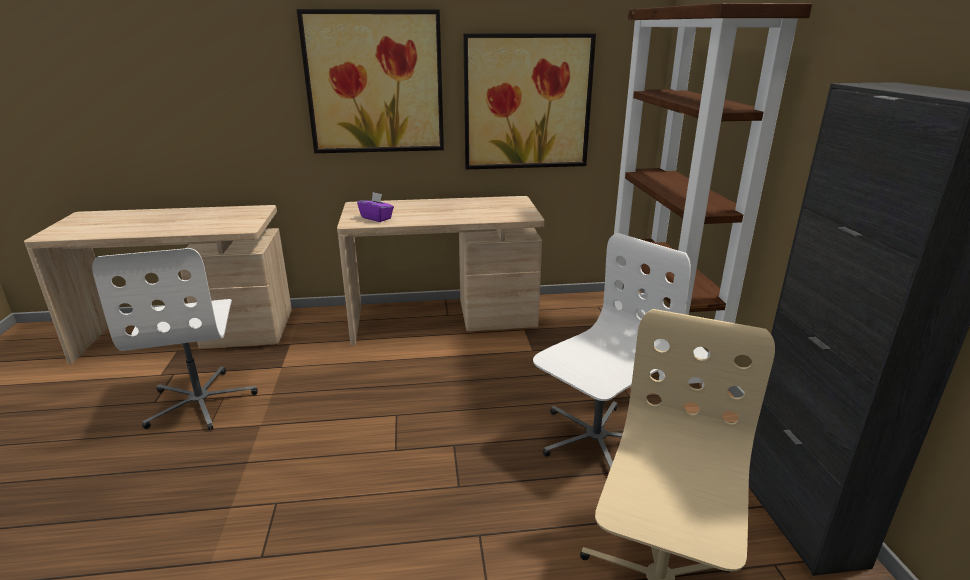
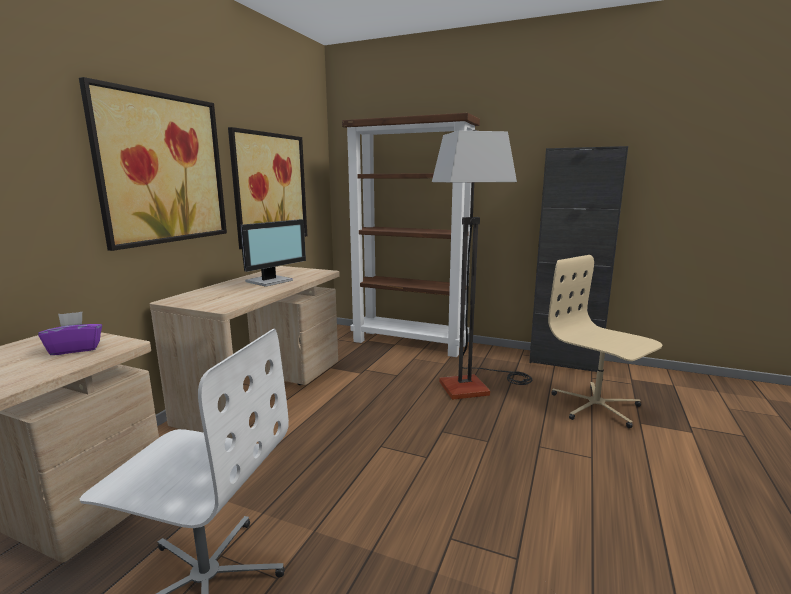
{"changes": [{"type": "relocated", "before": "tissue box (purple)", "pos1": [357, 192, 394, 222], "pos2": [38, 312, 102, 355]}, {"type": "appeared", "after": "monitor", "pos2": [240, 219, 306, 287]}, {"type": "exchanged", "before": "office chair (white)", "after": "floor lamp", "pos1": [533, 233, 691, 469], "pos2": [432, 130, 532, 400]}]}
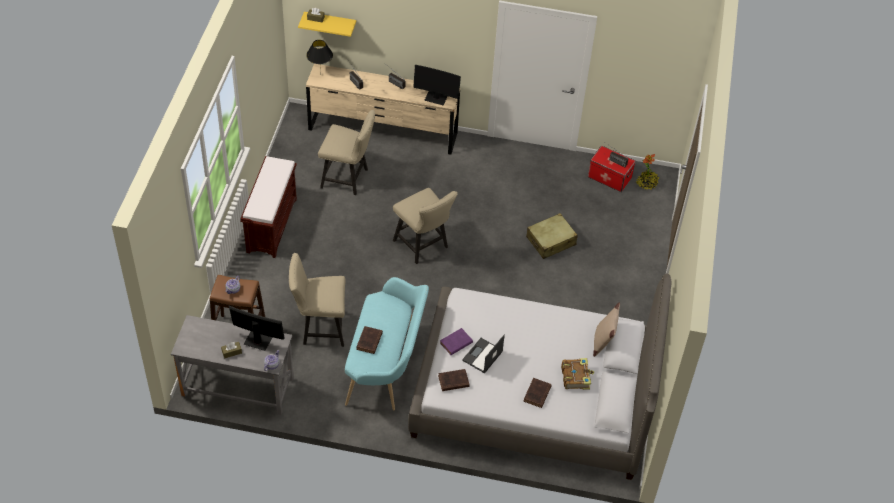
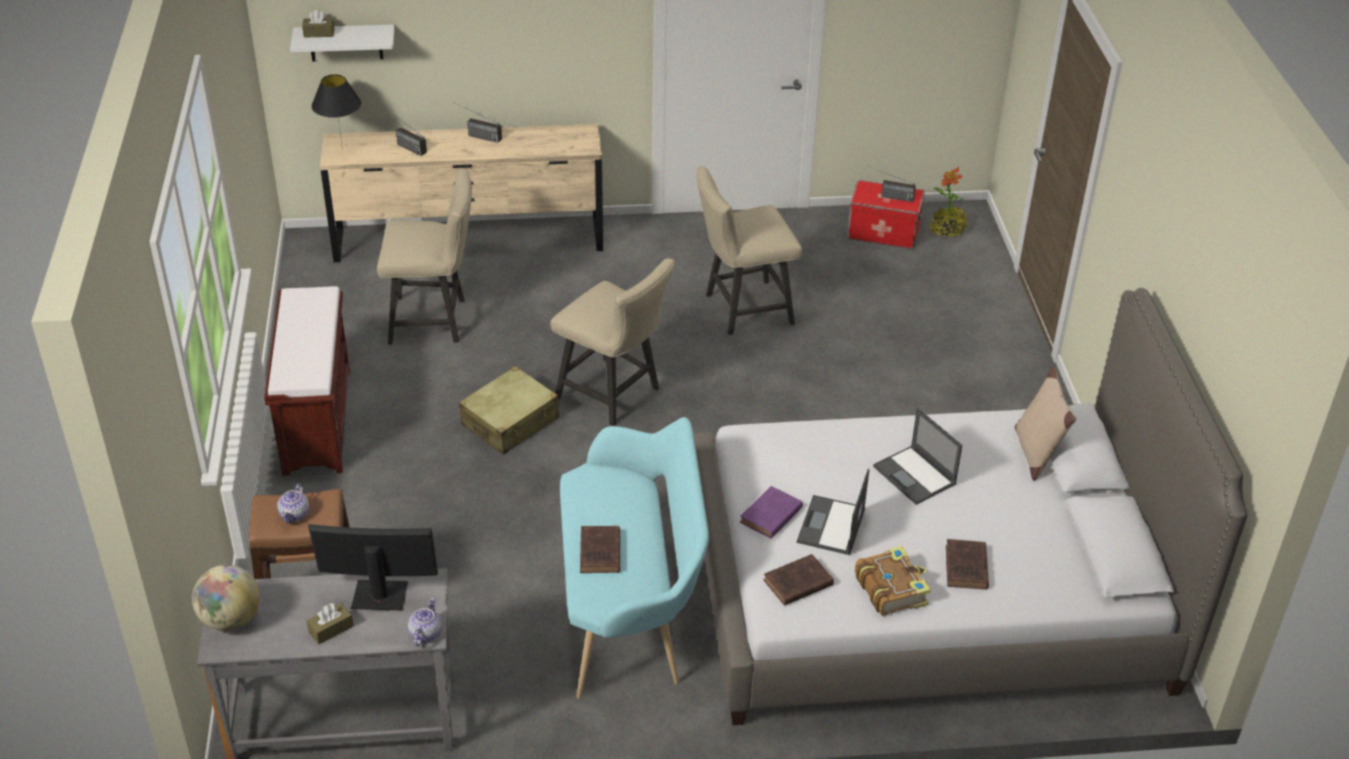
{"changes": [{"type": "appeared", "after": "globe", "pos2": [192, 565, 260, 631]}, {"type": "colour", "before": "shelf (yellow)", "after": "shelf (white)", "pos1": [298, 12, 356, 37], "pos2": [290, 24, 395, 62]}, {"type": "relocated", "before": "suitcase (beige)", "pos1": [526, 213, 578, 259], "pos2": [459, 366, 559, 455]}, {"type": "relocated", "before": "chair (beige)", "pos1": [289, 253, 346, 347], "pos2": [696, 166, 802, 335]}, {"type": "relocated", "before": "book", "pos1": [561, 358, 594, 390], "pos2": [855, 546, 931, 616]}, {"type": "appeared", "after": "laptop", "pos2": [873, 408, 962, 505]}, {"type": "missing", "before": "monitor", "pos1": [413, 65, 461, 105]}]}
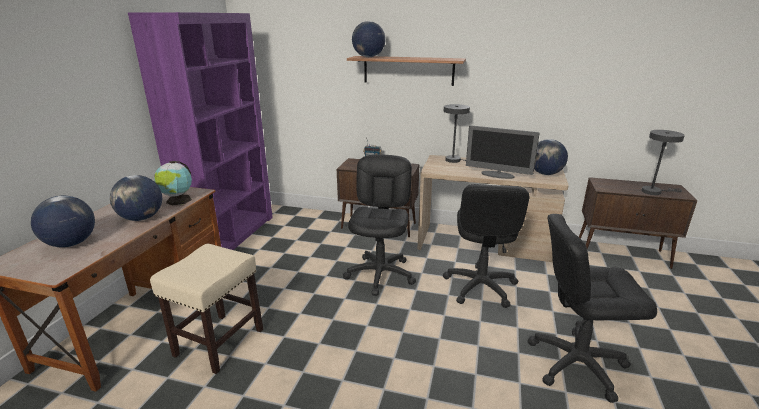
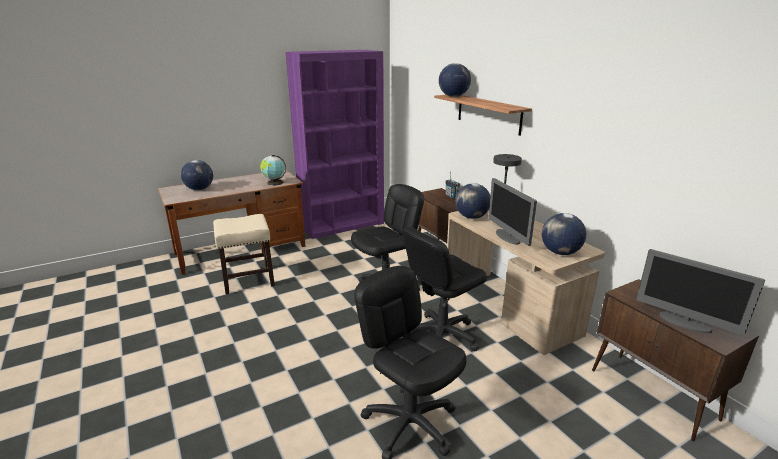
{"changes": [{"type": "relocated", "before": "globe", "pos1": [110, 175, 162, 221], "pos2": [455, 183, 490, 219]}, {"type": "exchanged", "before": "table lamp (grey)", "after": "monitor", "pos1": [641, 130, 685, 195], "pos2": [636, 249, 765, 336]}]}
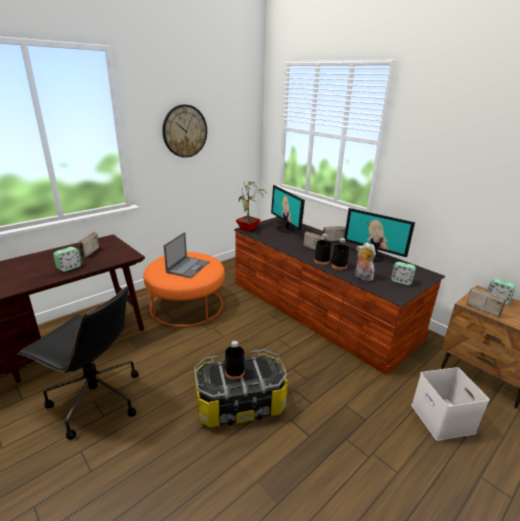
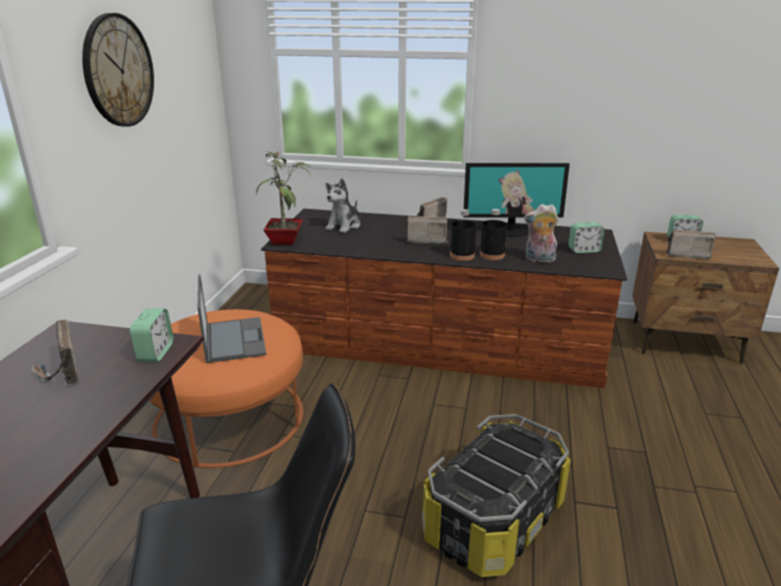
{"changes": [{"type": "relocated", "before": "alarm clock", "pos1": [53, 247, 82, 272], "pos2": [130, 308, 173, 362]}, {"type": "exchanged", "before": "monitor", "after": "plush toy", "pos1": [271, 185, 305, 233], "pos2": [325, 178, 360, 233]}, {"type": "missing", "before": "bottle (black)", "pos1": [225, 341, 244, 380]}, {"type": "missing", "before": "storage box (white)", "pos1": [411, 367, 490, 441]}]}
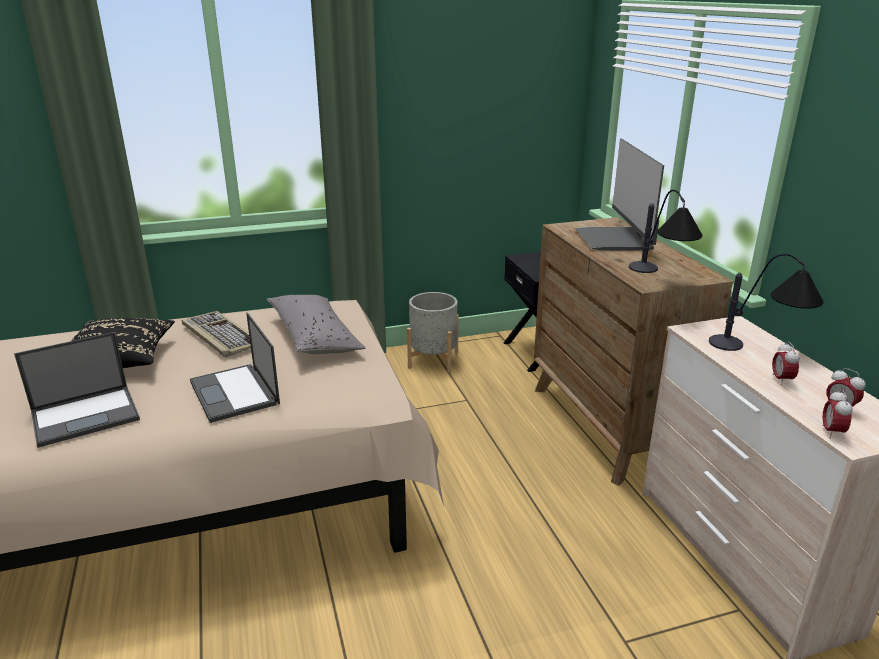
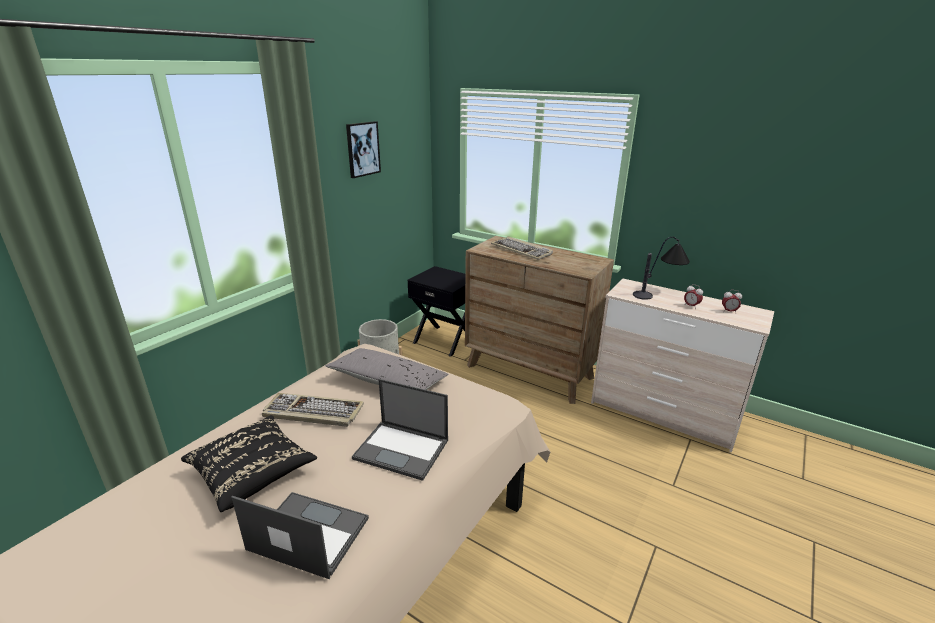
{"changes": [{"type": "spun", "before": "laptop", "pos1": [14, 332, 140, 448], "pos2": [231, 492, 369, 579], "turn": -90}, {"type": "appeared", "after": "picture", "pos2": [346, 121, 381, 178]}, {"type": "exchanged", "before": "monitor", "after": "keyboard", "pos1": [575, 138, 664, 251], "pos2": [491, 236, 553, 260]}, {"type": "missing", "before": "table lamp", "pos1": [629, 190, 702, 273]}, {"type": "missing", "before": "alarm clock", "pos1": [823, 390, 853, 439]}]}
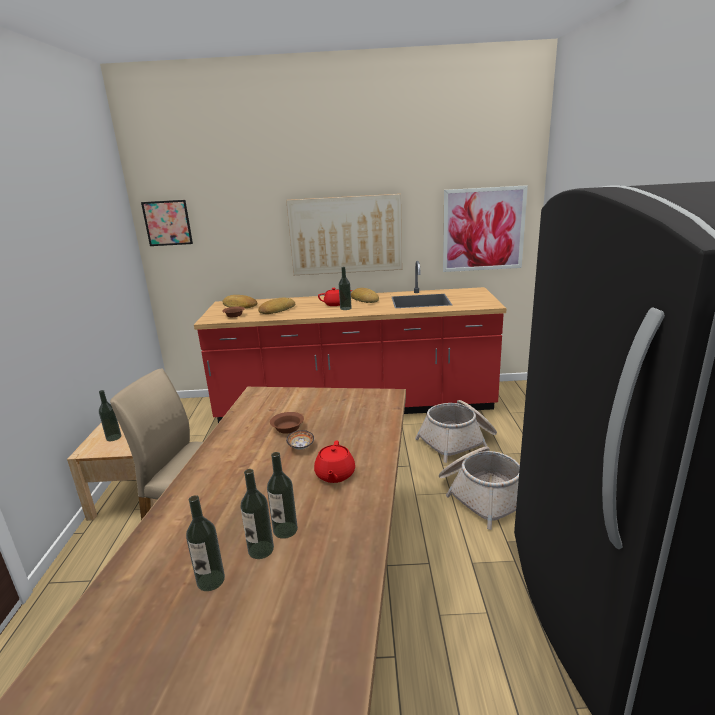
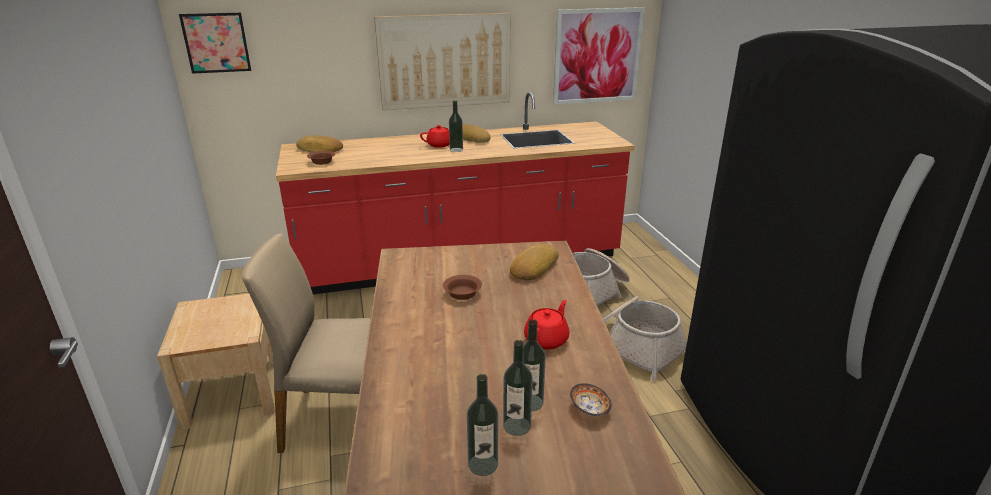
{"changes": [{"type": "relocated", "before": "bread", "pos1": [258, 298, 295, 314], "pos2": [510, 244, 559, 280]}, {"type": "spun", "before": "teapot (red)", "pos1": [314, 441, 355, 483], "pos2": [524, 300, 569, 350], "turn": -135}, {"type": "relocated", "before": "bowl", "pos1": [286, 430, 314, 450], "pos2": [570, 383, 611, 416]}, {"type": "missing", "before": "bottle", "pos1": [99, 390, 121, 441]}]}
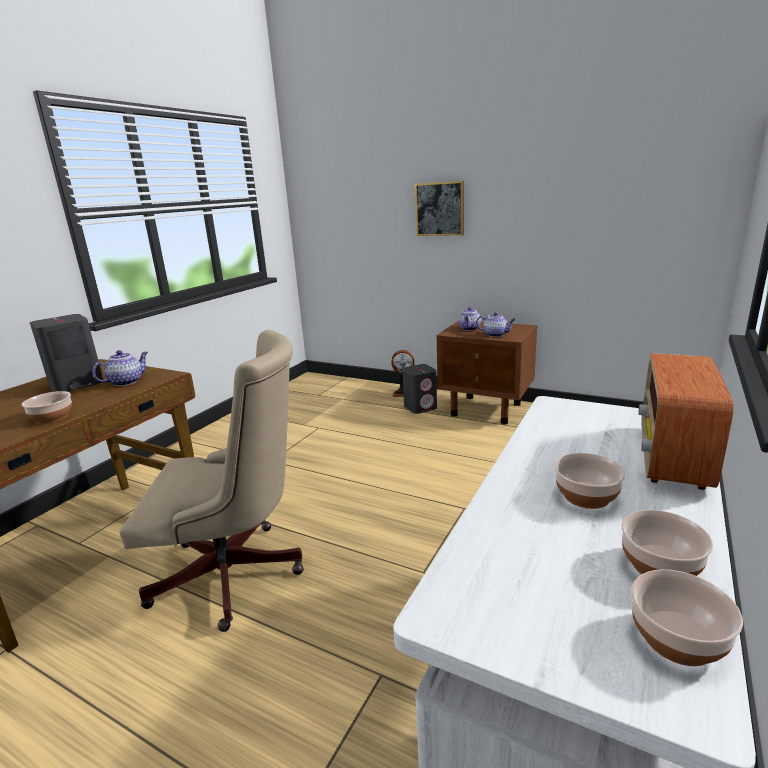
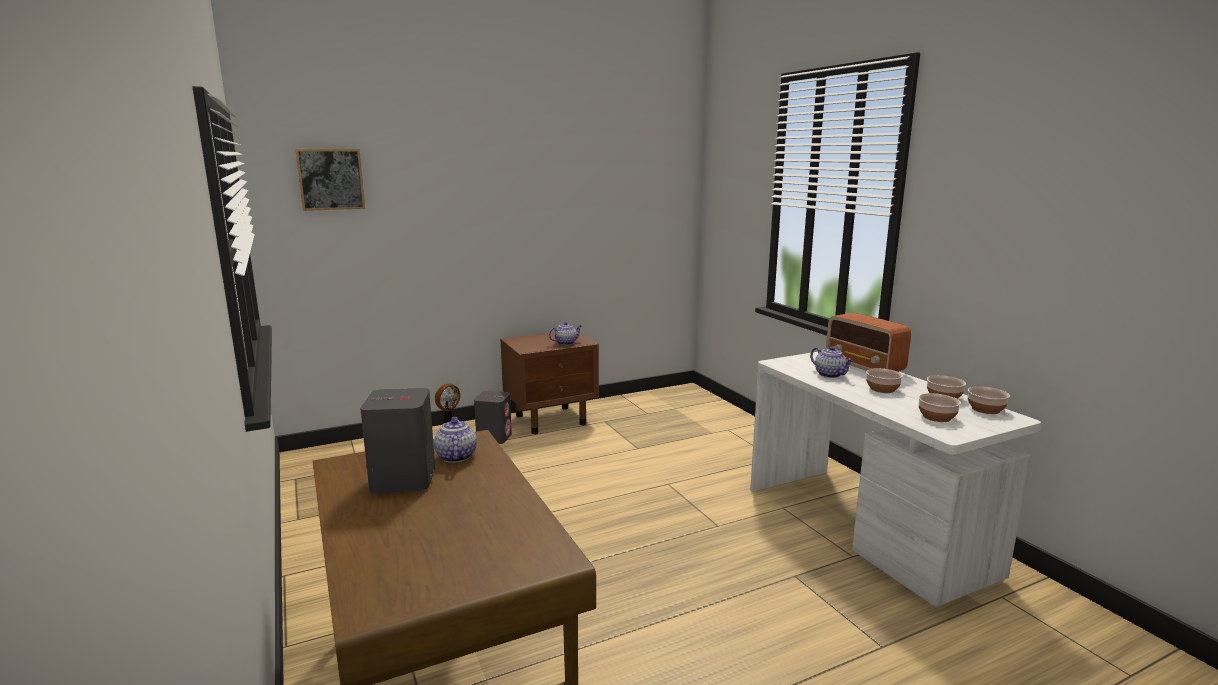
{"changes": [{"type": "relocated", "before": "picture", "pos1": [415, 181, 464, 236], "pos2": [295, 149, 365, 211]}, {"type": "relocated", "before": "teapot", "pos1": [458, 307, 481, 331], "pos2": [810, 346, 854, 378]}, {"type": "relocated", "before": "bowl", "pos1": [22, 391, 72, 424], "pos2": [919, 393, 961, 422]}, {"type": "missing", "before": "office chair (beige)", "pos1": [120, 330, 304, 632]}]}
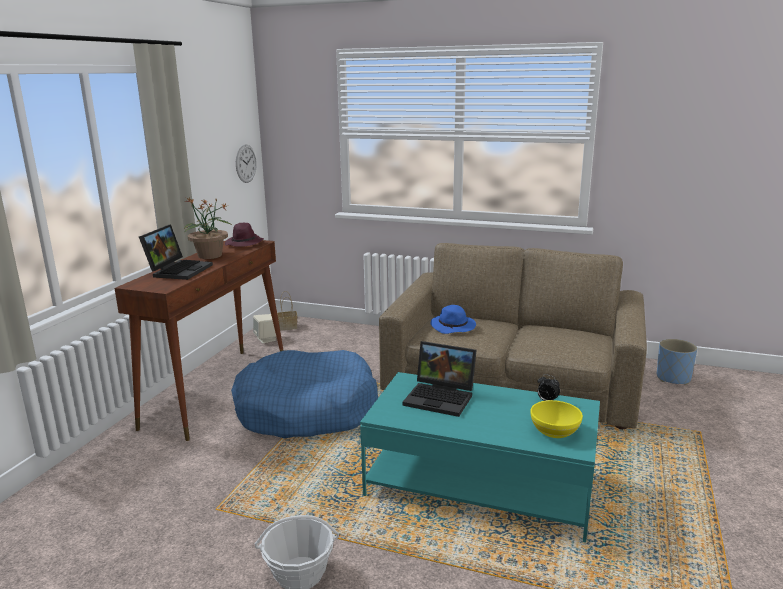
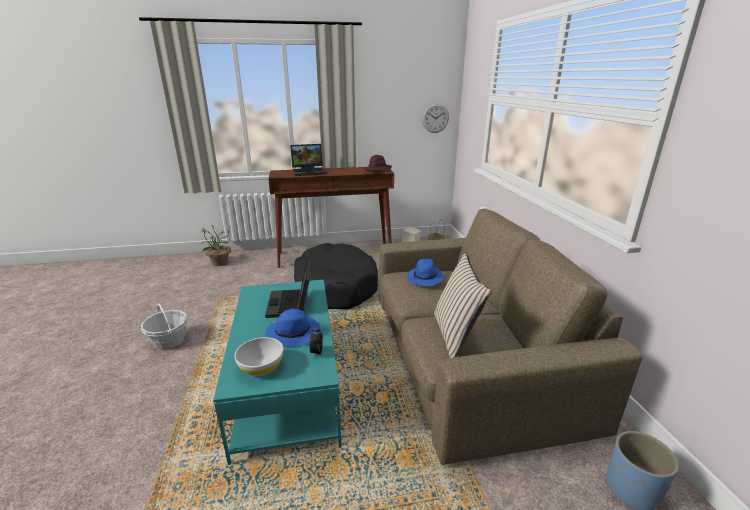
{"changes": [{"type": "relocated", "before": "potted plant", "pos1": [184, 197, 233, 259], "pos2": [202, 225, 231, 266]}, {"type": "colour", "before": "bowl (yellow)", "after": "bowl (white)", "pos1": [530, 400, 583, 438], "pos2": [234, 337, 284, 376]}, {"type": "appeared", "after": "hat (blue)", "pos2": [266, 309, 320, 348]}, {"type": "colour", "before": "dog bed (blue)", "after": "dog bed (black)", "pos1": [231, 350, 378, 438], "pos2": [294, 243, 378, 309]}, {"type": "appeared", "after": "pillow (beige)", "pos2": [434, 253, 492, 358]}]}
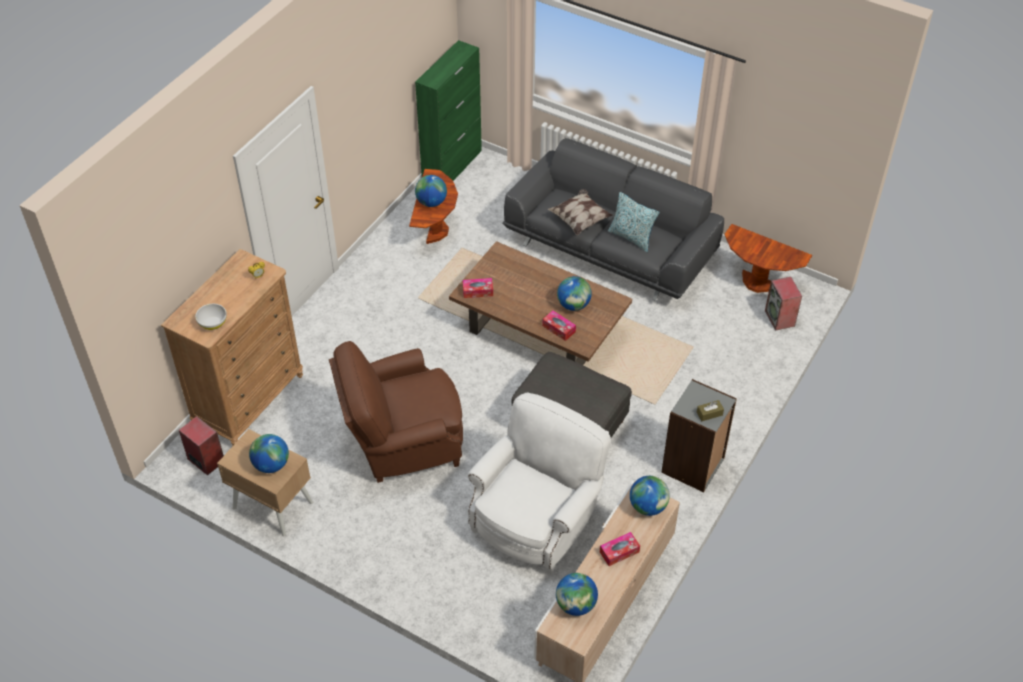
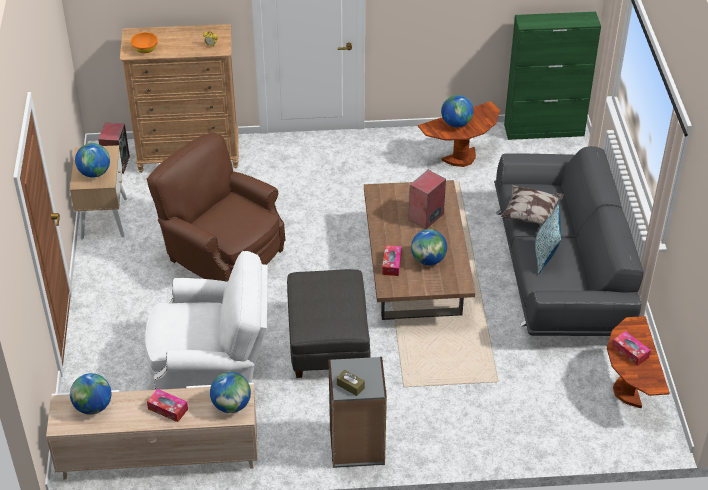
{"changes": [{"type": "colour", "before": "bowl (white)", "after": "bowl (orange)", "pos1": [195, 304, 227, 330], "pos2": [131, 32, 158, 53]}, {"type": "relocated", "before": "speaker", "pos1": [765, 277, 802, 331], "pos2": [408, 170, 446, 229]}, {"type": "relocated", "before": "tissue box", "pos1": [463, 278, 493, 298], "pos2": [612, 331, 651, 366]}]}
